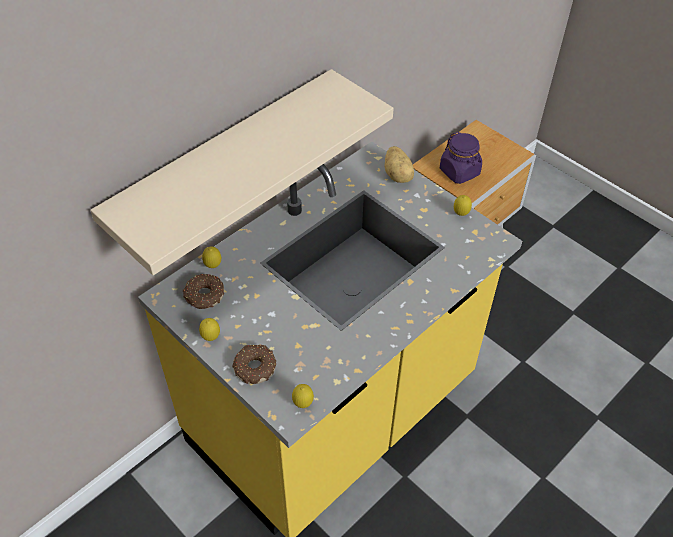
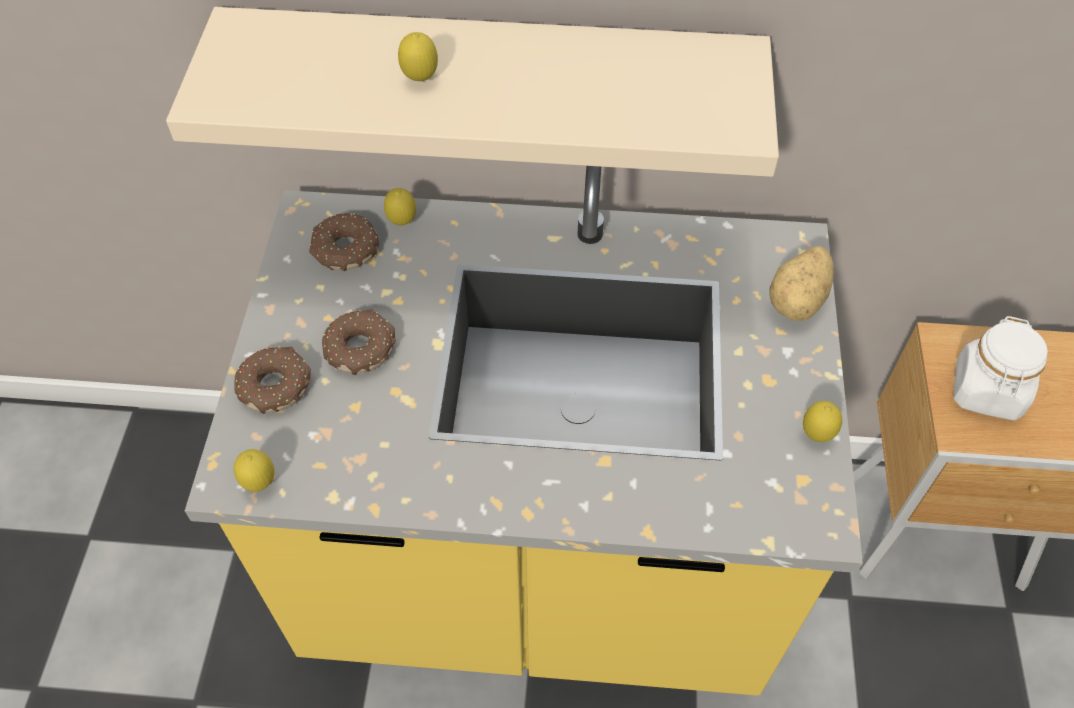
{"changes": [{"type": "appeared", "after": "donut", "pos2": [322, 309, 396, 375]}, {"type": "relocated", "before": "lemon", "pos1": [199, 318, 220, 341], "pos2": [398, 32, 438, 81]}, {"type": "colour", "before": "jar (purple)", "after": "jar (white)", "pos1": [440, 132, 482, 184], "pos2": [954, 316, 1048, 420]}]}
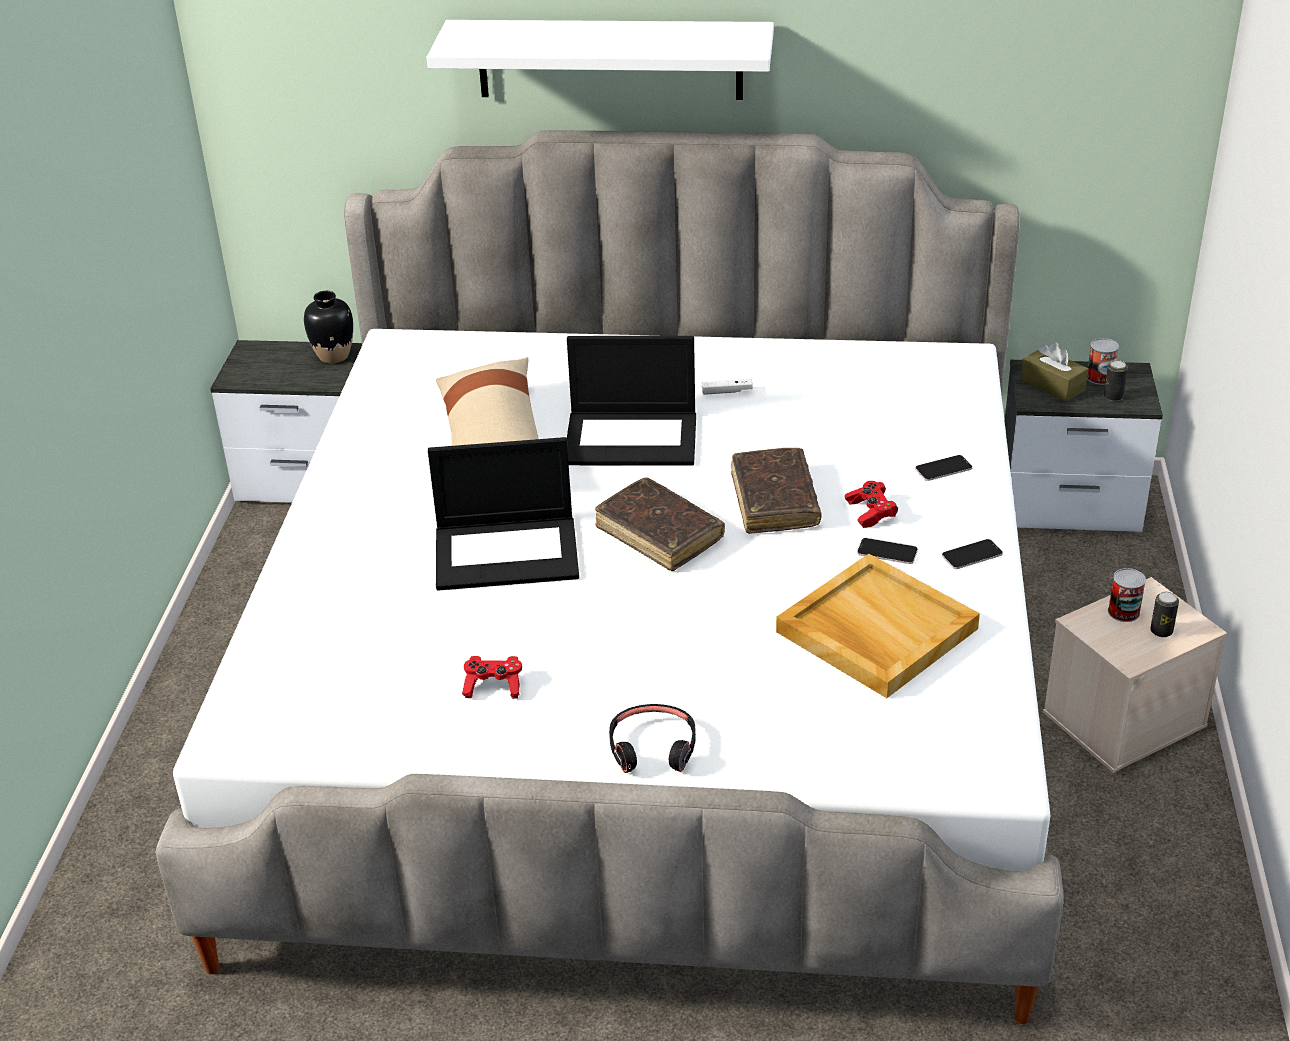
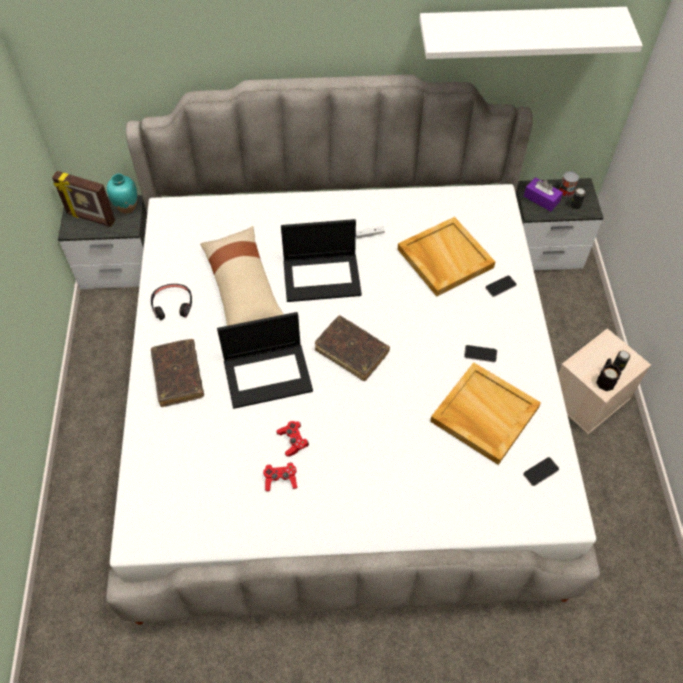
{"changes": [{"type": "appeared", "after": "picture frame", "pos2": [52, 171, 115, 227]}, {"type": "colour", "before": "vase (black)", "after": "vase (turquoise)", "pos1": [304, 291, 353, 363], "pos2": [107, 174, 137, 214]}, {"type": "relocated", "before": "headphones (black)", "pos1": [609, 704, 696, 773], "pos2": [151, 284, 192, 321]}, {"type": "relocated", "before": "book (brown)", "pos1": [731, 448, 822, 534], "pos2": [151, 339, 204, 407]}, {"type": "relocated", "before": "game controller (red)", "pos1": [845, 481, 898, 528], "pos2": [277, 421, 309, 457]}, {"type": "appeared", "after": "tray (beige)", "pos2": [398, 217, 495, 297]}, {"type": "relocated", "before": "shelf (white)", "pos1": [427, 20, 774, 100], "pos2": [419, 7, 643, 59]}, {"type": "relocated", "before": "phone", "pos1": [942, 539, 1003, 569], "pos2": [523, 457, 559, 486]}, {"type": "colour", "before": "tissue box (brown)", "after": "tissue box (purple)", "pos1": [1021, 342, 1088, 401], "pos2": [524, 177, 563, 211]}, {"type": "appeared", "after": "mug (black)", "pos2": [596, 358, 622, 391]}, {"type": "missing", "before": "can", "pos1": [1108, 568, 1146, 622]}]}
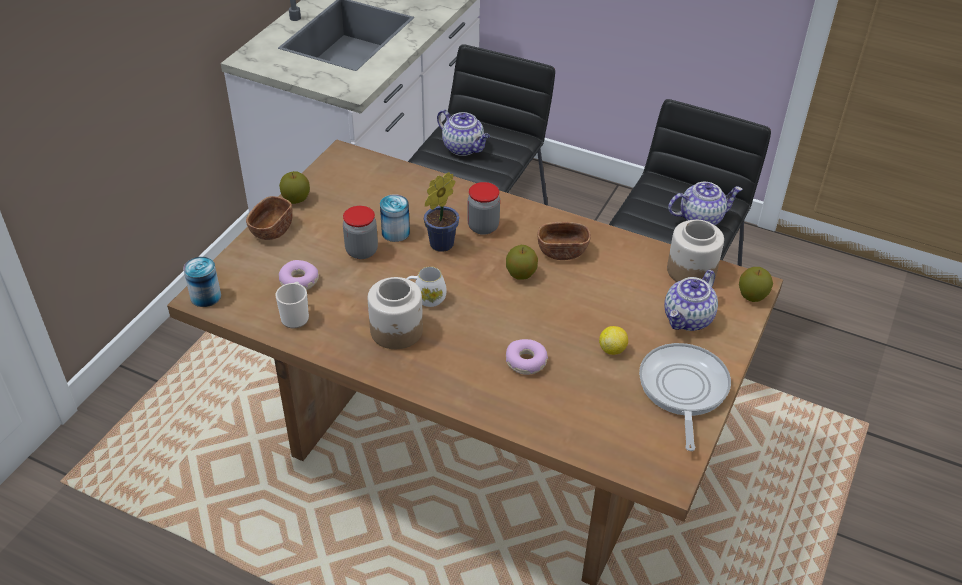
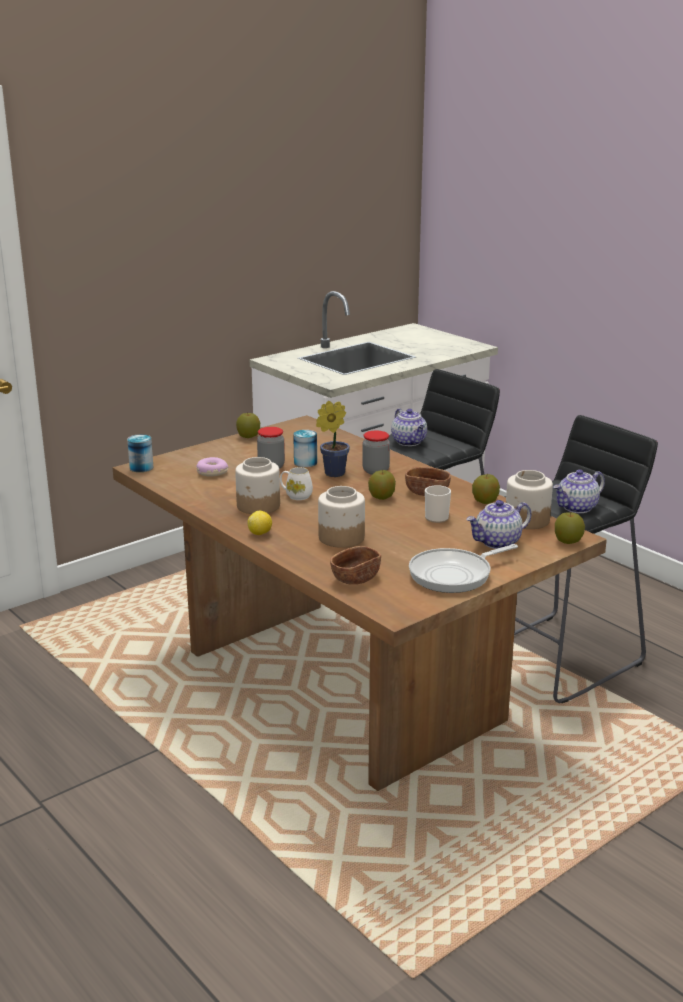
{"changes": [{"type": "relocated", "before": "lemon", "pos1": [599, 326, 628, 355], "pos2": [247, 511, 272, 535]}, {"type": "exchanged", "before": "donut", "after": "jar", "pos1": [506, 339, 548, 375], "pos2": [318, 486, 365, 548]}, {"type": "relocated", "before": "bowl (brown)", "pos1": [246, 196, 293, 240], "pos2": [330, 546, 381, 585]}, {"type": "spun", "before": "frying pan", "pos1": [639, 343, 731, 451], "pos2": [409, 544, 518, 593], "turn": -150}, {"type": "relocated", "before": "mug", "pos1": [275, 282, 309, 328], "pos2": [425, 485, 451, 523]}, {"type": "appeared", "after": "apple", "pos2": [472, 474, 500, 504]}, {"type": "spun", "before": "teapot", "pos1": [668, 182, 743, 225], "pos2": [553, 470, 605, 513], "turn": 135}]}
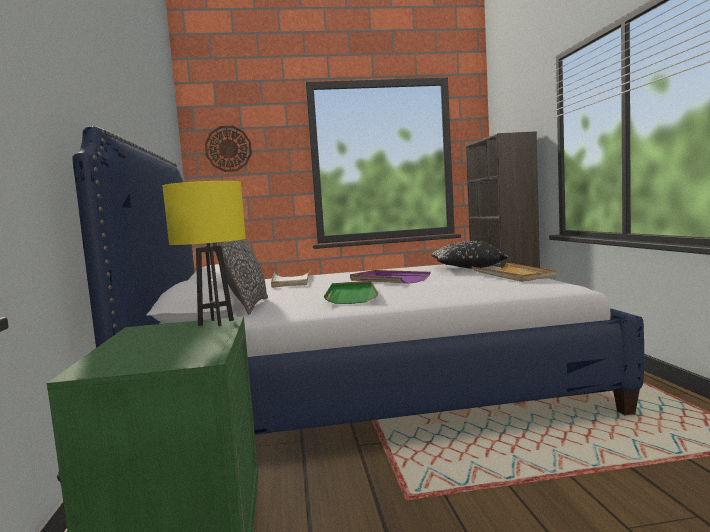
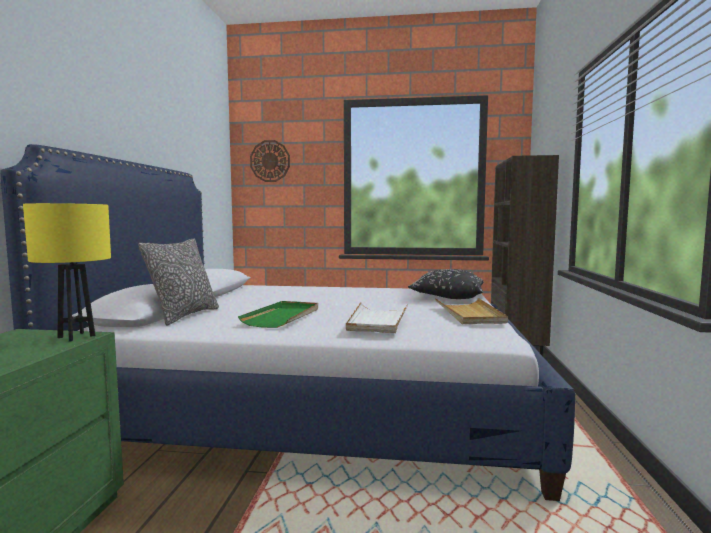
{"changes": [{"type": "relocated", "before": "tray (white)", "pos1": [271, 269, 311, 288], "pos2": [346, 302, 408, 333]}, {"type": "missing", "before": "tray (purple)", "pos1": [350, 270, 431, 284]}]}
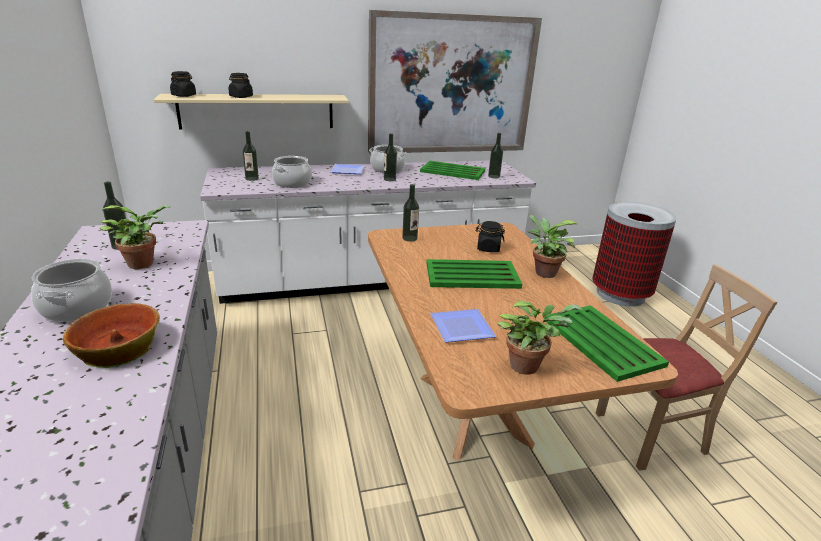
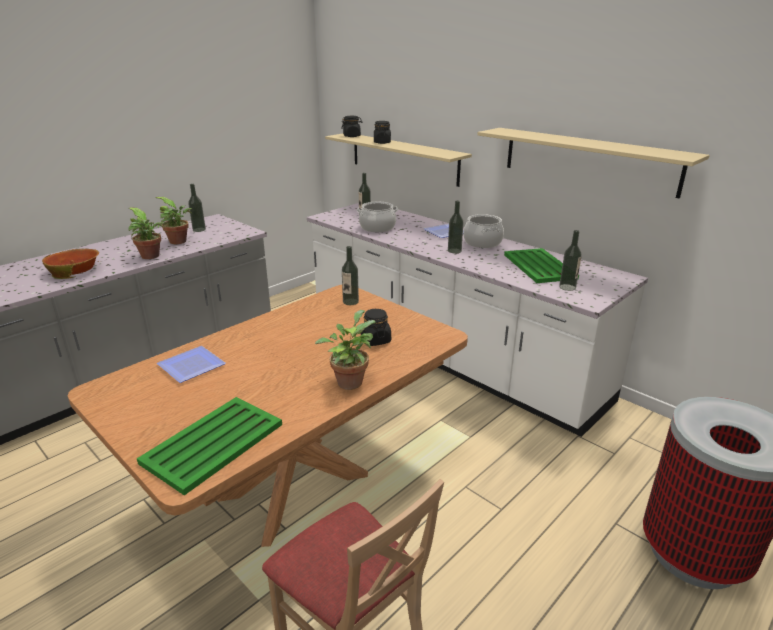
{"changes": [{"type": "relocated", "before": "potted plant", "pos1": [497, 300, 583, 375], "pos2": [128, 207, 168, 259]}, {"type": "exchanged", "before": "picture", "after": "shelf (beige)", "pos1": [368, 10, 542, 153], "pos2": [477, 128, 710, 199]}, {"type": "missing", "before": "cooking pot", "pos1": [31, 258, 112, 322]}, {"type": "missing", "before": "tray (green)", "pos1": [427, 259, 522, 289]}]}
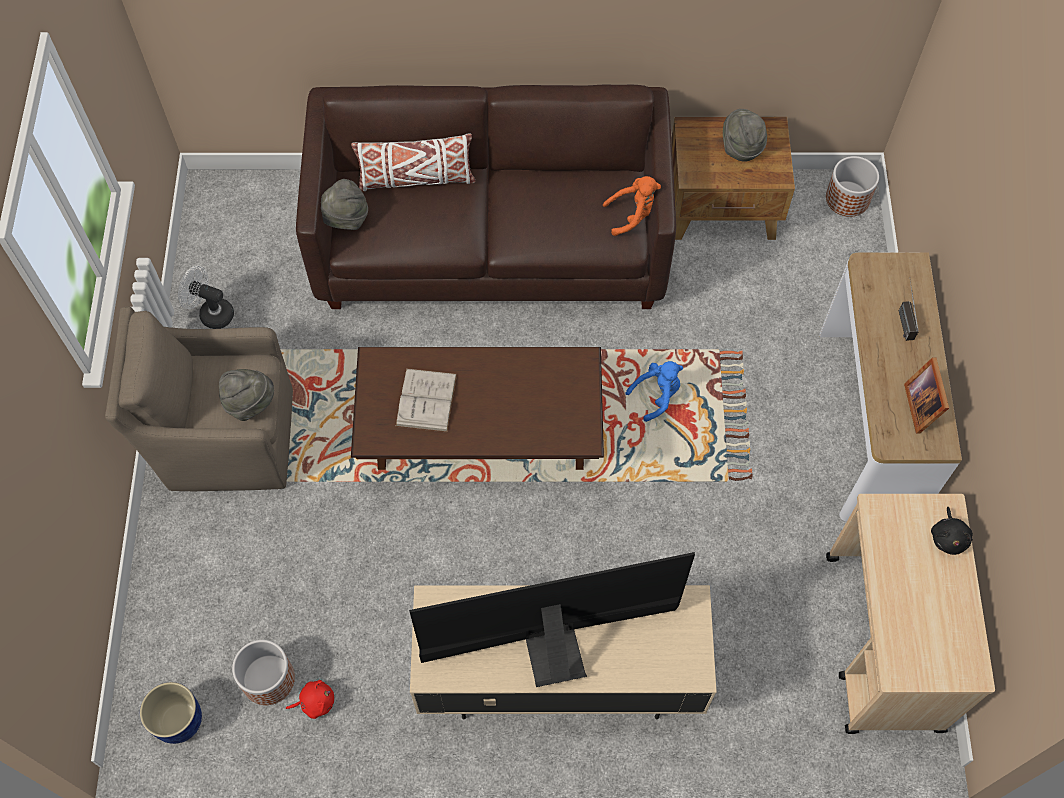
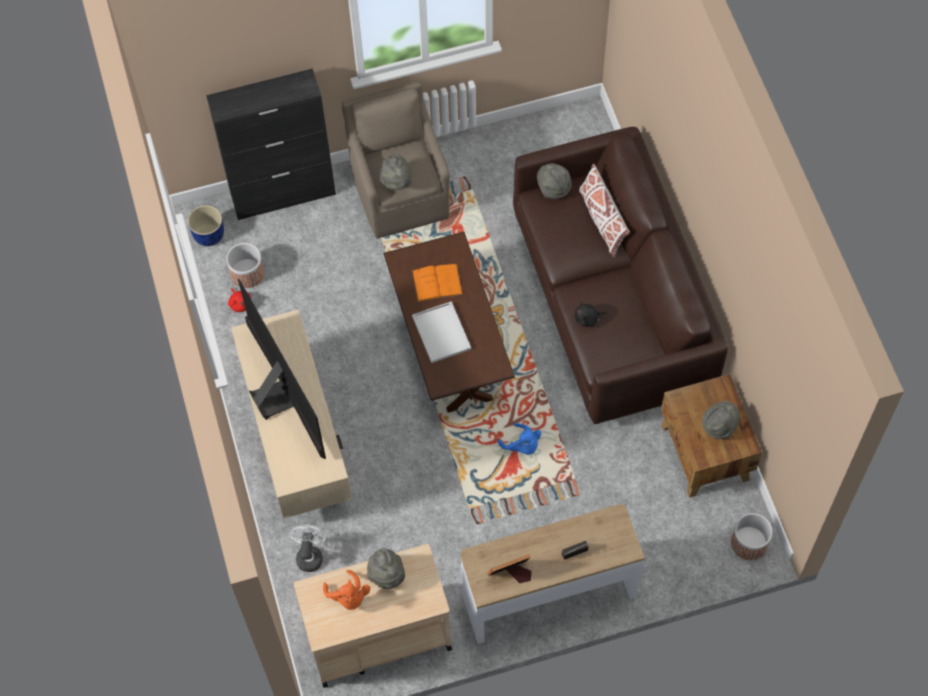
{"changes": [{"type": "appeared", "after": "cabinet (black)", "pos2": [206, 68, 336, 220]}, {"type": "relocated", "before": "fan (white)", "pos1": [178, 266, 234, 329], "pos2": [290, 525, 326, 572]}, {"type": "relocated", "before": "plush toy (orange)", "pos1": [603, 176, 661, 236], "pos2": [323, 570, 370, 610]}, {"type": "appeared", "after": "hat (grey)", "pos2": [367, 548, 405, 589]}, {"type": "colour", "before": "book (white)", "after": "book (orange)", "pos1": [396, 368, 457, 433], "pos2": [412, 264, 463, 302]}, {"type": "appeared", "after": "tray (white)", "pos2": [412, 301, 471, 363]}, {"type": "relocated", "before": "plush toy (black)", "pos1": [931, 507, 973, 555], "pos2": [575, 303, 608, 327]}]}
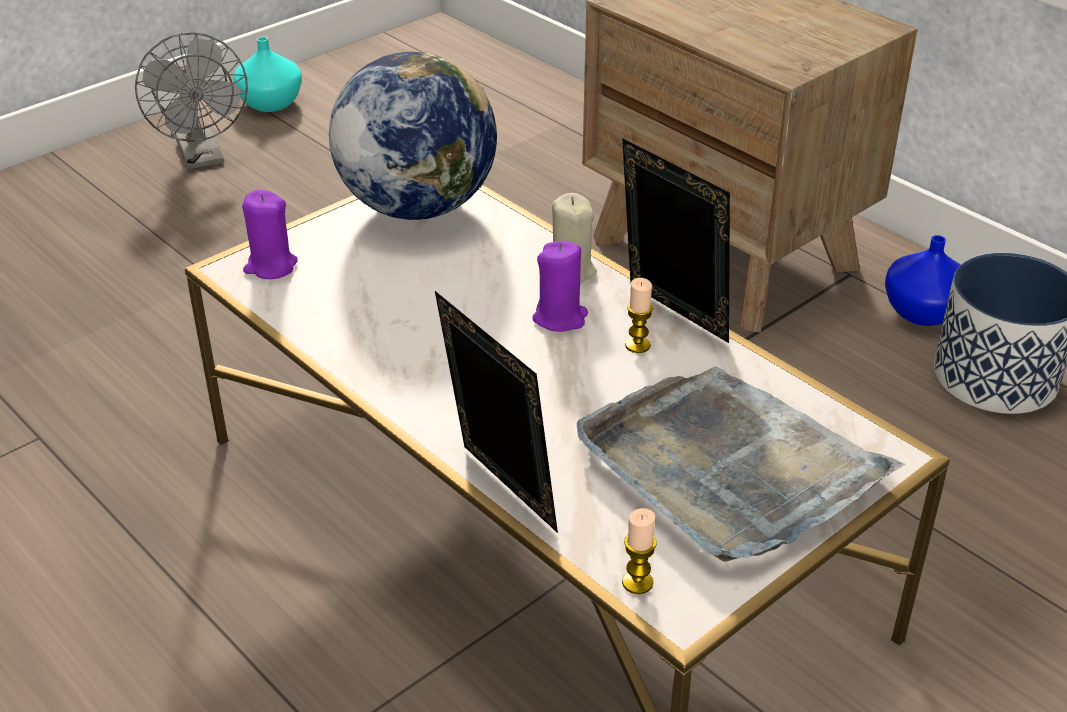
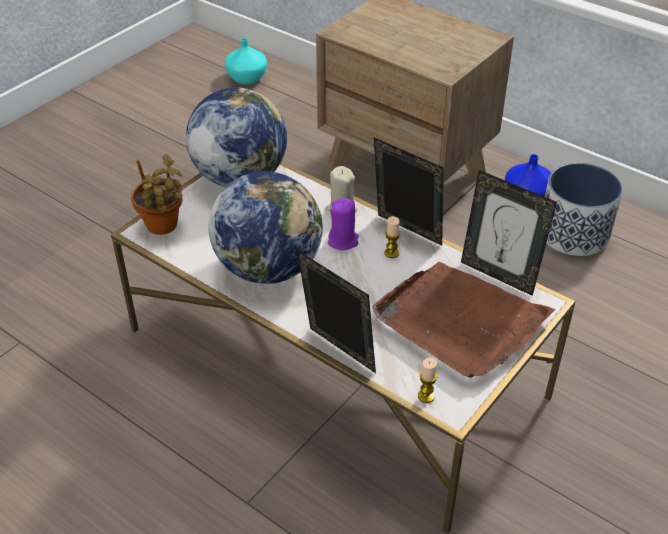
{"changes": [{"type": "exchanged", "before": "candle (purple)", "after": "potted plant", "pos1": [242, 190, 298, 279], "pos2": [131, 154, 182, 235]}, {"type": "appeared", "after": "globe", "pos2": [209, 171, 323, 284]}, {"type": "relocated", "before": "vase (turquoise)", "pos1": [233, 37, 302, 112], "pos2": [225, 38, 267, 84]}, {"type": "colour", "before": "tray (grey)", "after": "tray (brown)", "pos1": [577, 366, 905, 562], "pos2": [372, 262, 555, 378]}, {"type": "appeared", "after": "picture frame", "pos2": [461, 170, 557, 296]}, {"type": "missing", "before": "fan (grey)", "pos1": [135, 32, 248, 169]}]}
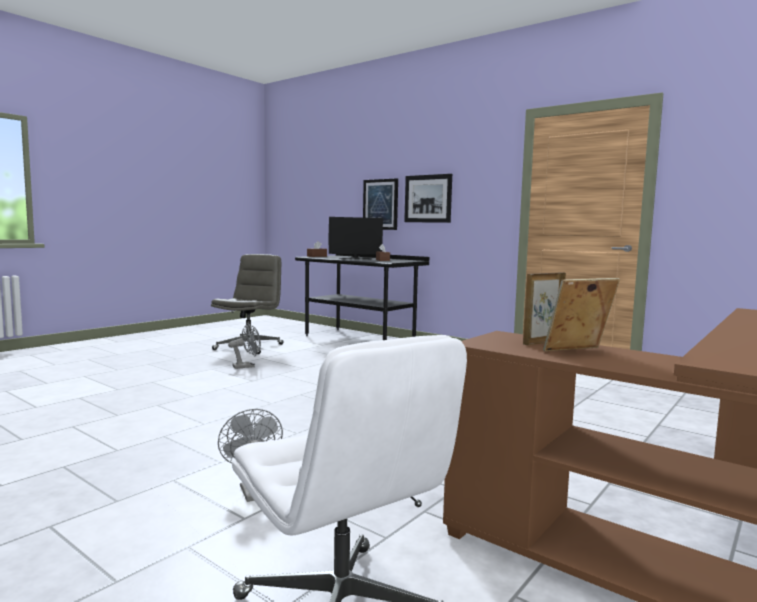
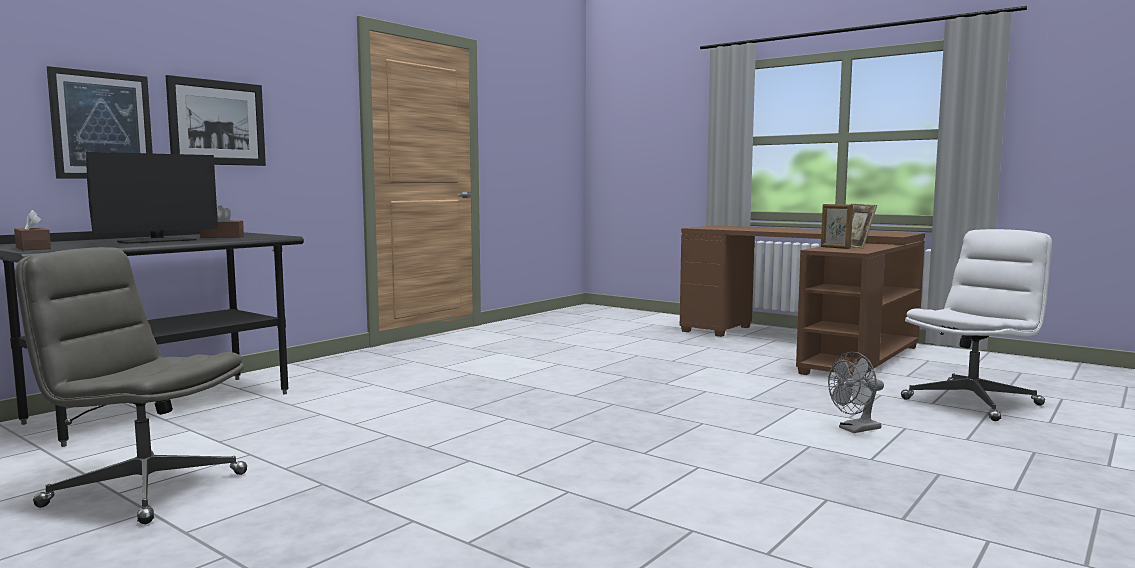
{"changes": [{"type": "spun", "before": "monitor", "pos1": [329, 217, 383, 259], "pos2": [86, 152, 218, 244], "turn": 60}, {"type": "missing", "before": "fan (grey)", "pos1": [228, 323, 261, 369]}]}
